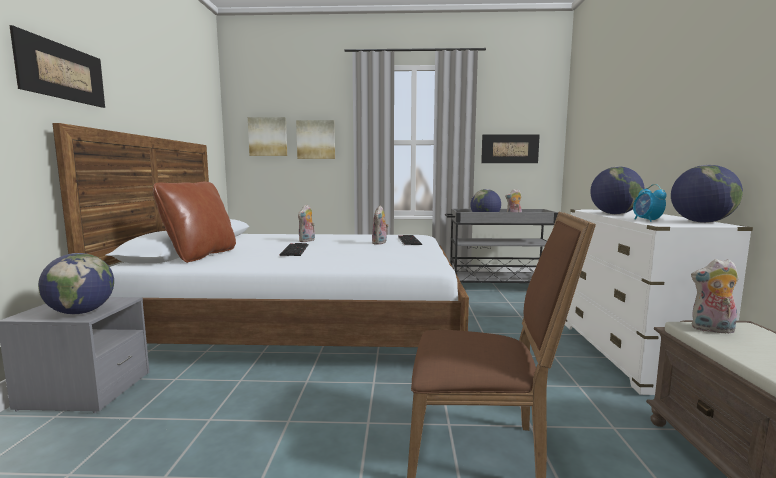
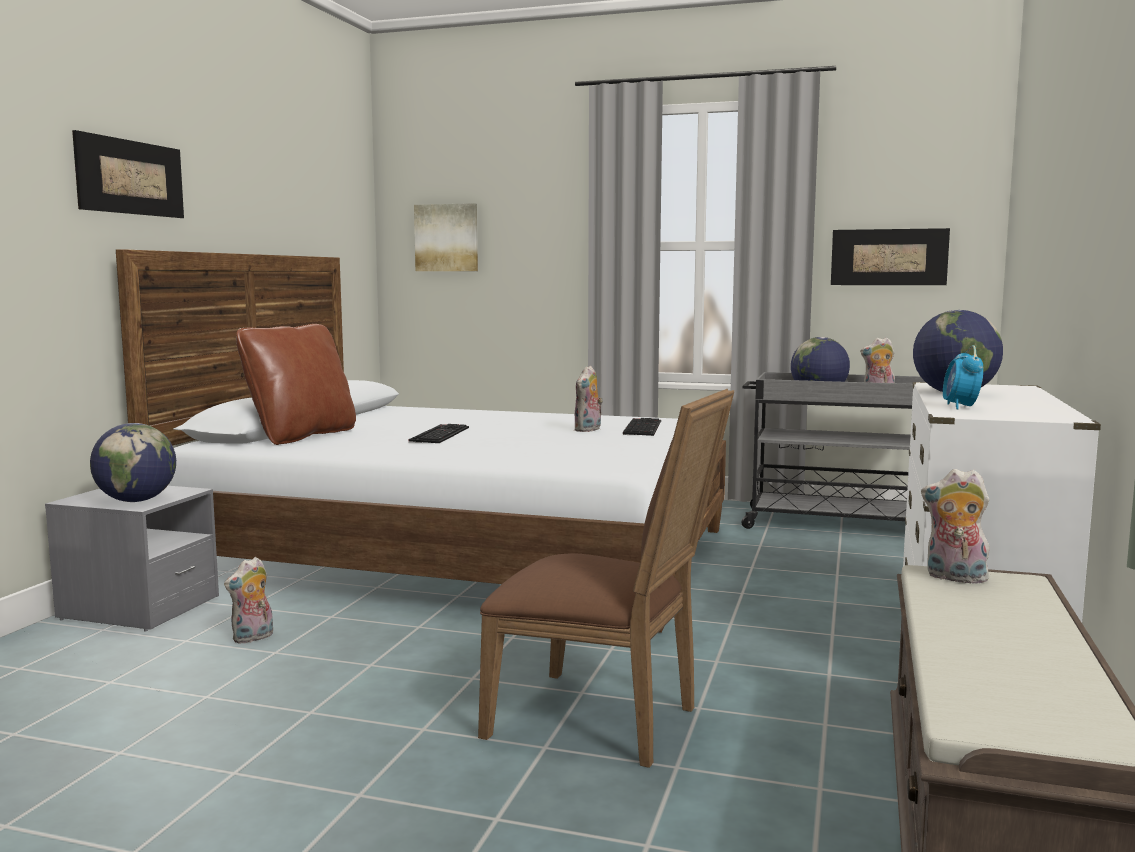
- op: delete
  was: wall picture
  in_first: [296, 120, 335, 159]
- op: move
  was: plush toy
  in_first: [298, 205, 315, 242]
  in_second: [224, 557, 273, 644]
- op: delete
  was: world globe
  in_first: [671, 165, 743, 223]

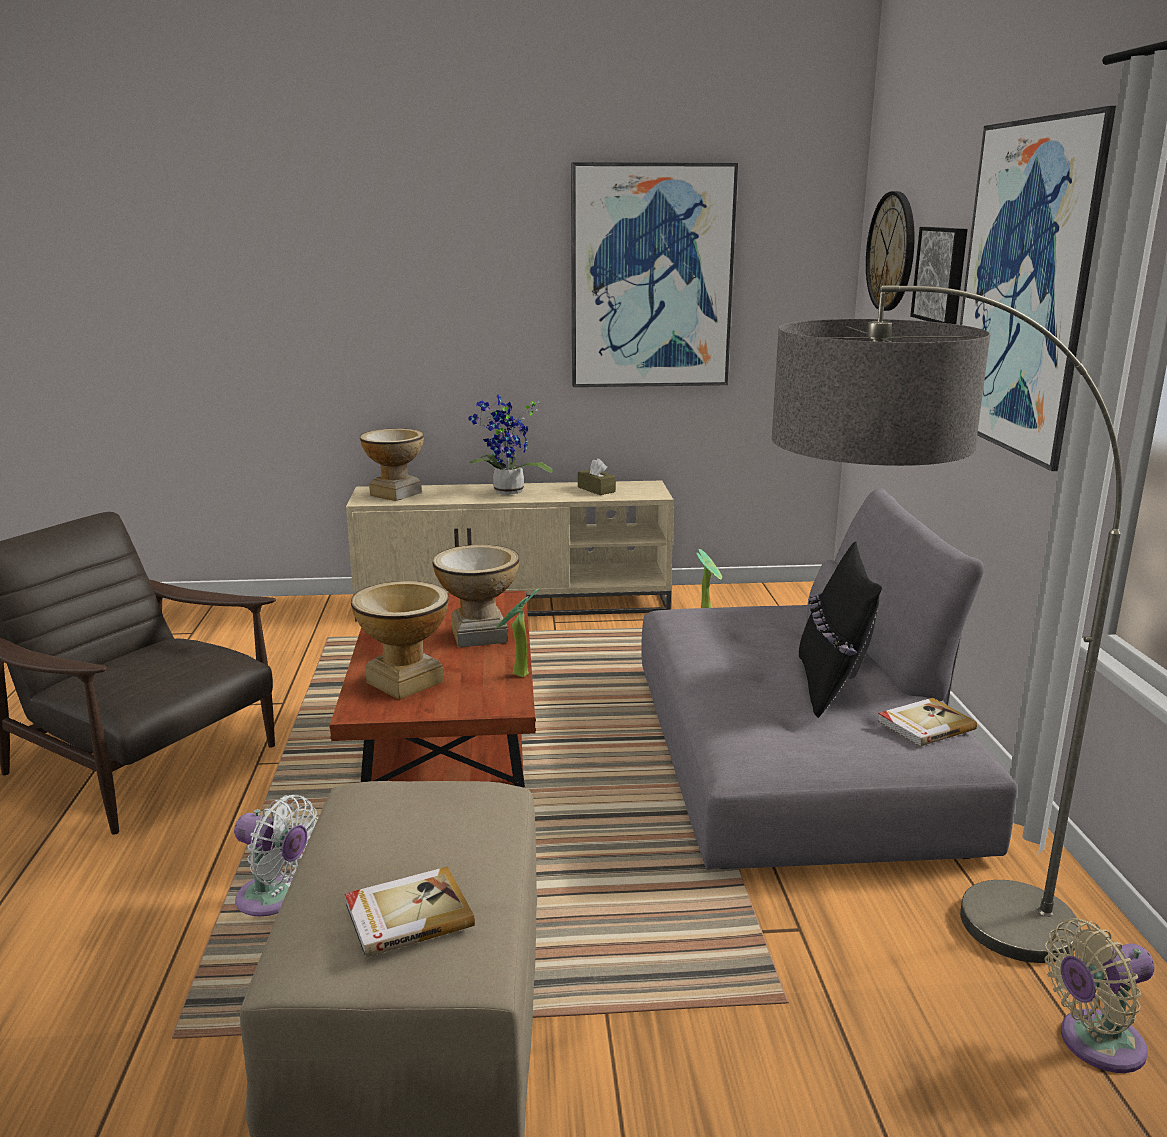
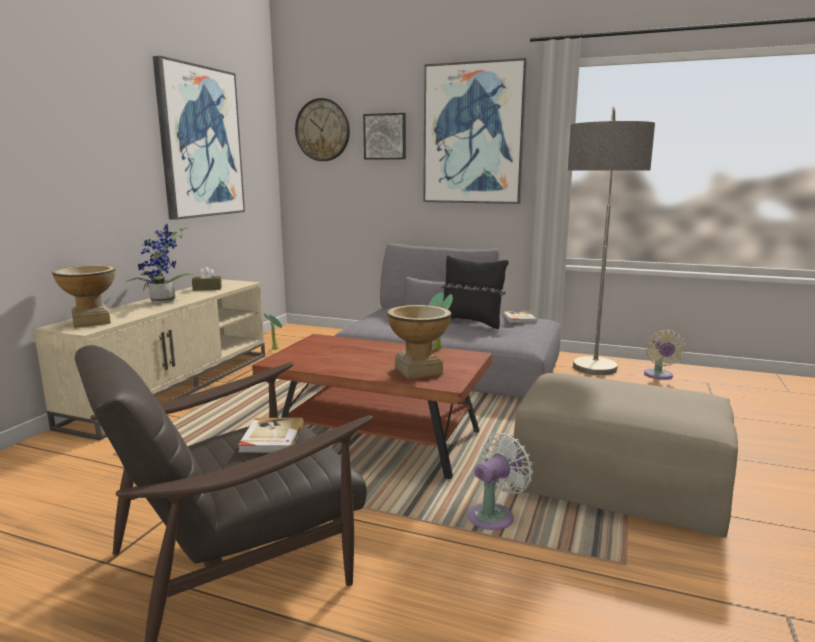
- op: move
  was: volume
  in_first: [345, 866, 475, 957]
  in_second: [238, 418, 304, 453]
- op: delete
  was: flower vase
  in_first: [433, 545, 519, 648]

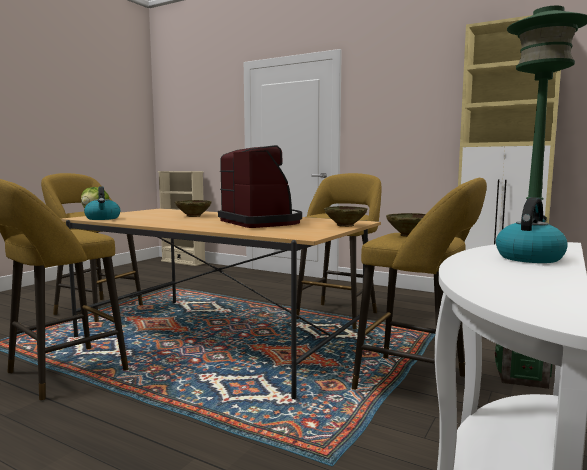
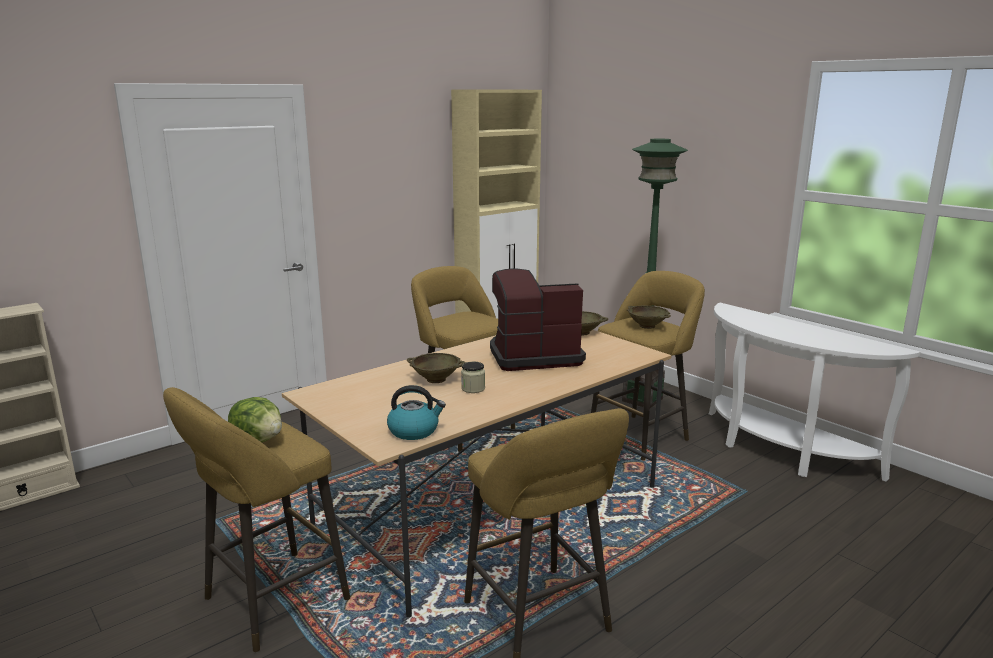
- op: delete
  was: kettle
  in_first: [496, 197, 568, 263]
- op: insert
  now: preserve jar
  in_second: [461, 362, 485, 393]

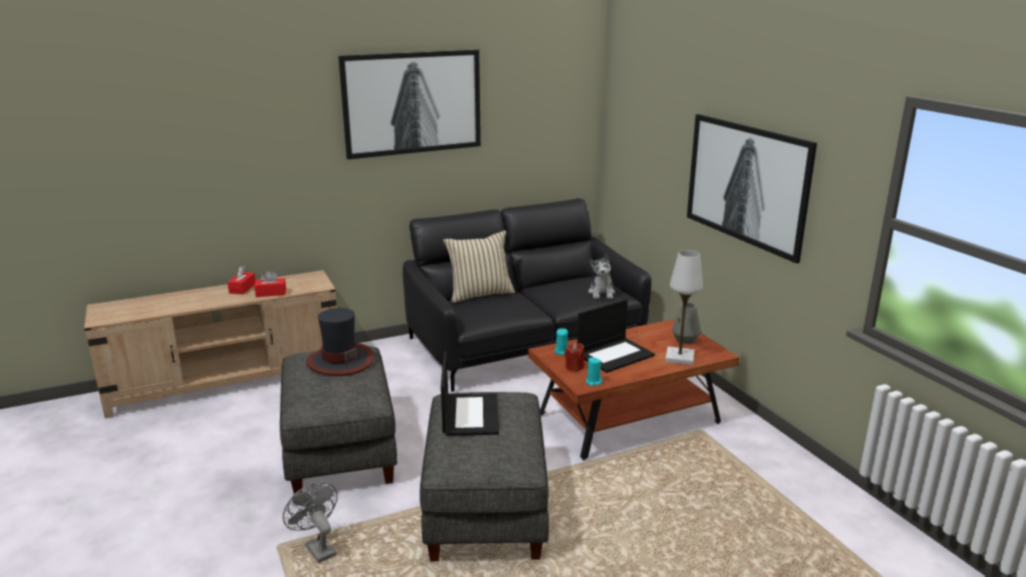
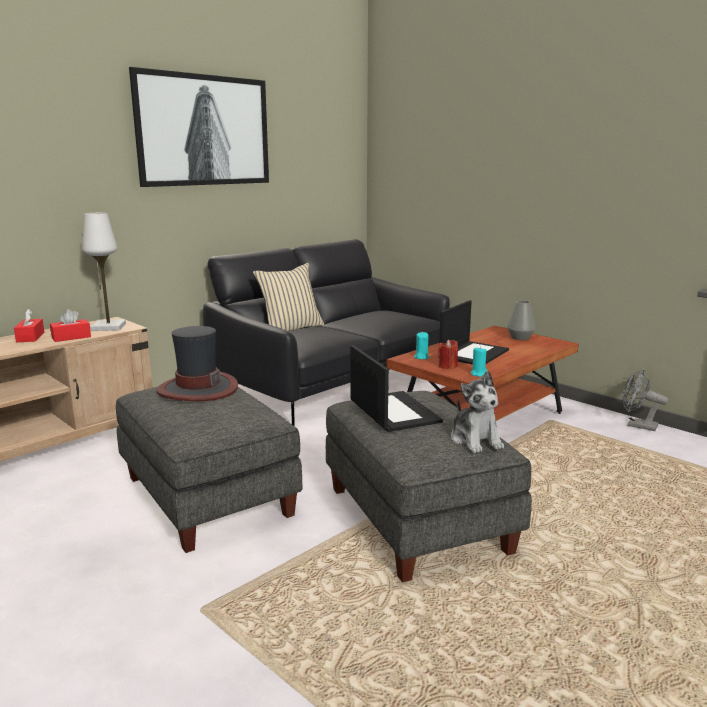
- op: move
  was: greyish fan
  in_first: [283, 483, 338, 563]
  in_second: [622, 369, 668, 431]
- op: move
  was: plush toy
  in_first: [588, 254, 615, 299]
  in_second: [451, 371, 504, 453]
- op: move
  was: white-coloured tabletop lamp
  in_first: [665, 250, 703, 365]
  in_second: [82, 213, 126, 331]
- op: delete
  was: wall picture
  in_first: [687, 114, 817, 264]

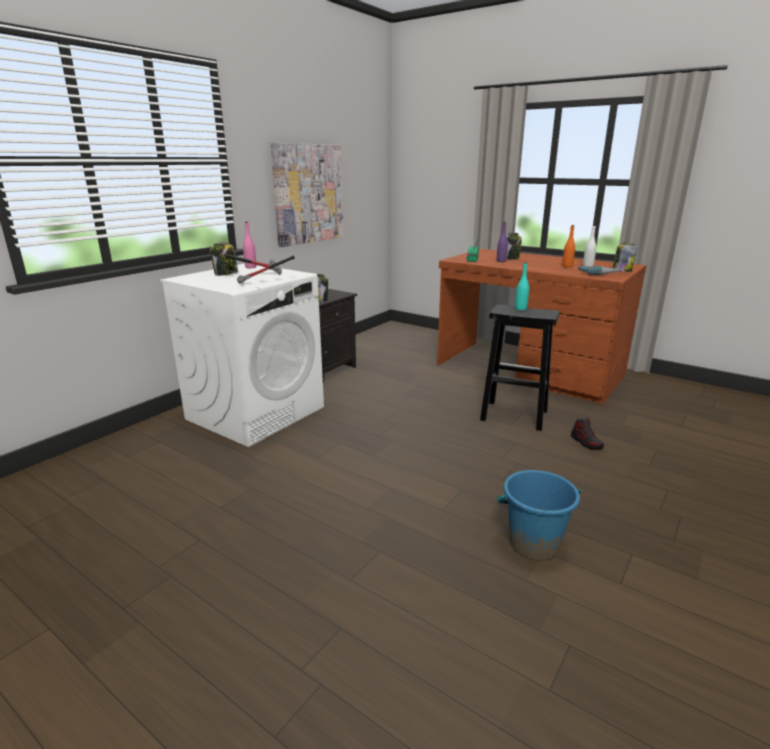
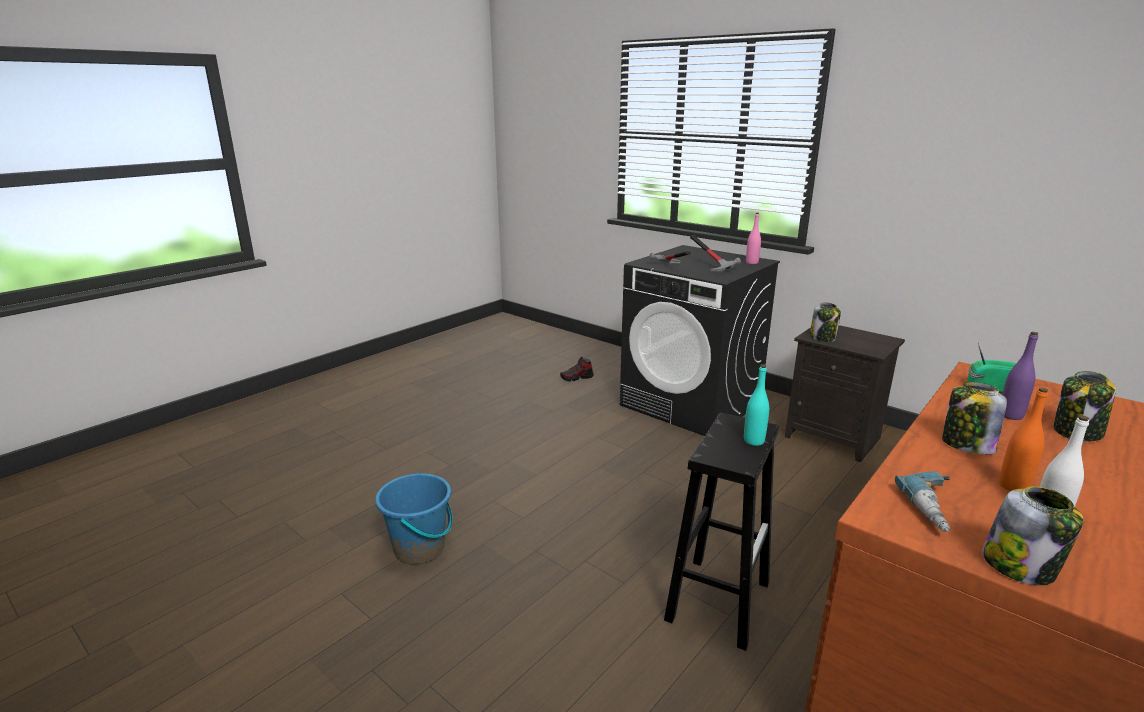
- op: recolor
  was: white-coloured laundry machine
  now: black-coloured laundry machine
  in_first: [160, 264, 324, 447]
  in_second: [620, 245, 780, 436]
- op: move
  was: preserve jar
  in_first: [210, 242, 238, 276]
  in_second: [942, 382, 1007, 454]
- op: delete
  was: wall picture
  in_first: [271, 143, 343, 247]
- op: move
  was: item of footwear
  in_first: [571, 418, 604, 450]
  in_second: [560, 357, 594, 381]

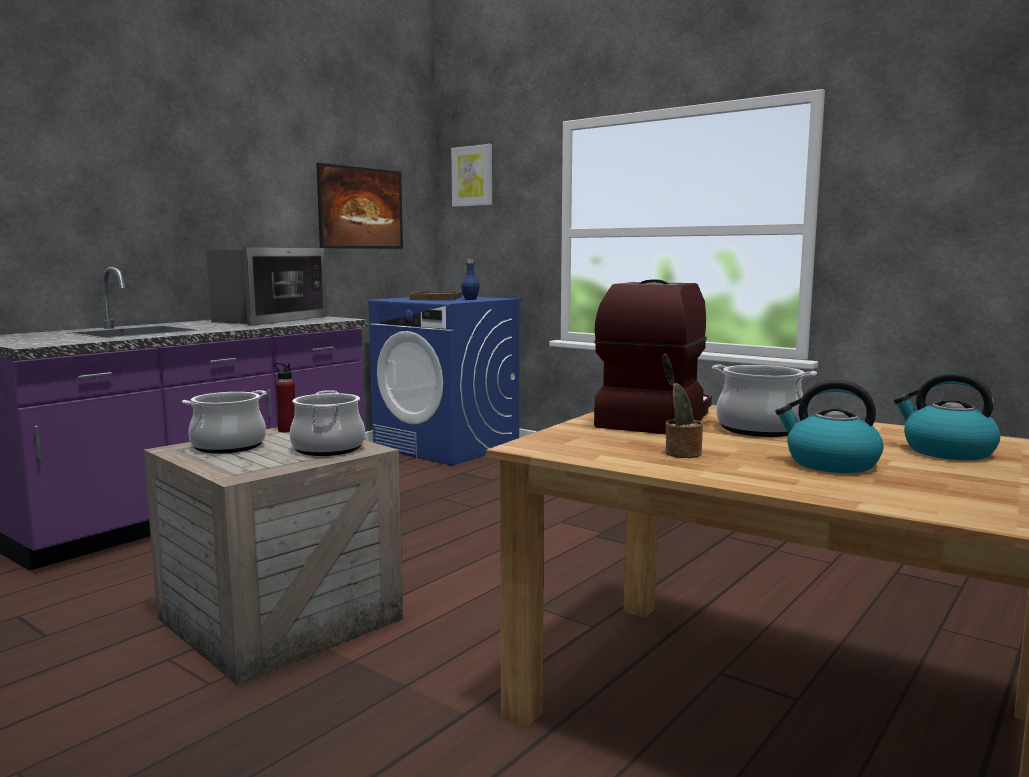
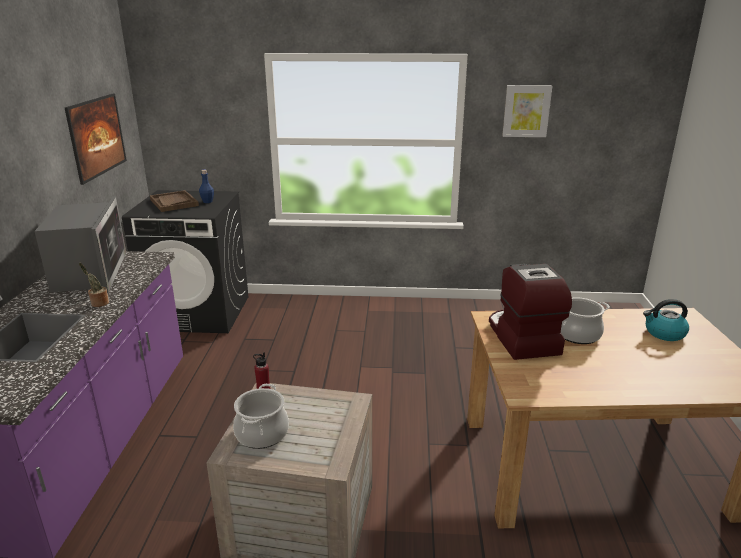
- op: delete
  was: saucepot
  in_first: [289, 390, 365, 456]
- op: recolor
  was: blue laundry machine
  now: black-coloured laundry machine
  in_first: [369, 296, 522, 466]
  in_second: [122, 190, 248, 333]
- op: move
  was: wall picture
  in_first: [451, 144, 492, 207]
  in_second: [502, 85, 552, 137]
- op: move
  was: houseplant
  in_first: [662, 354, 703, 458]
  in_second: [79, 263, 109, 307]
- op: delete
  was: kettle
  in_first: [775, 380, 884, 473]

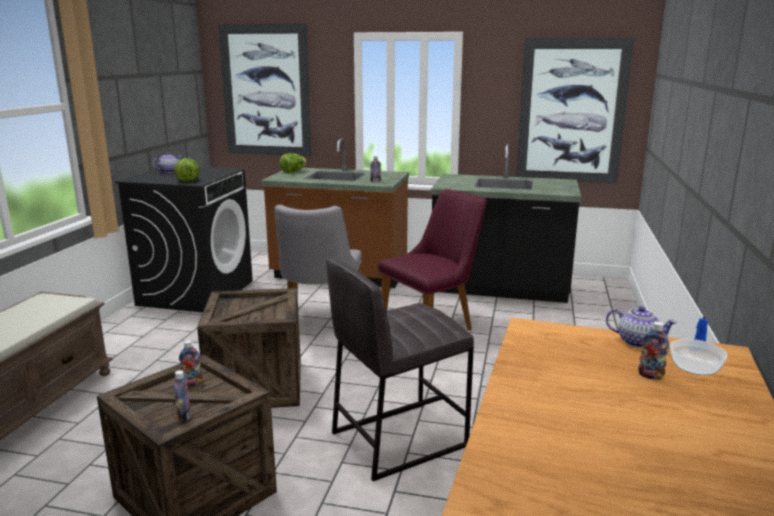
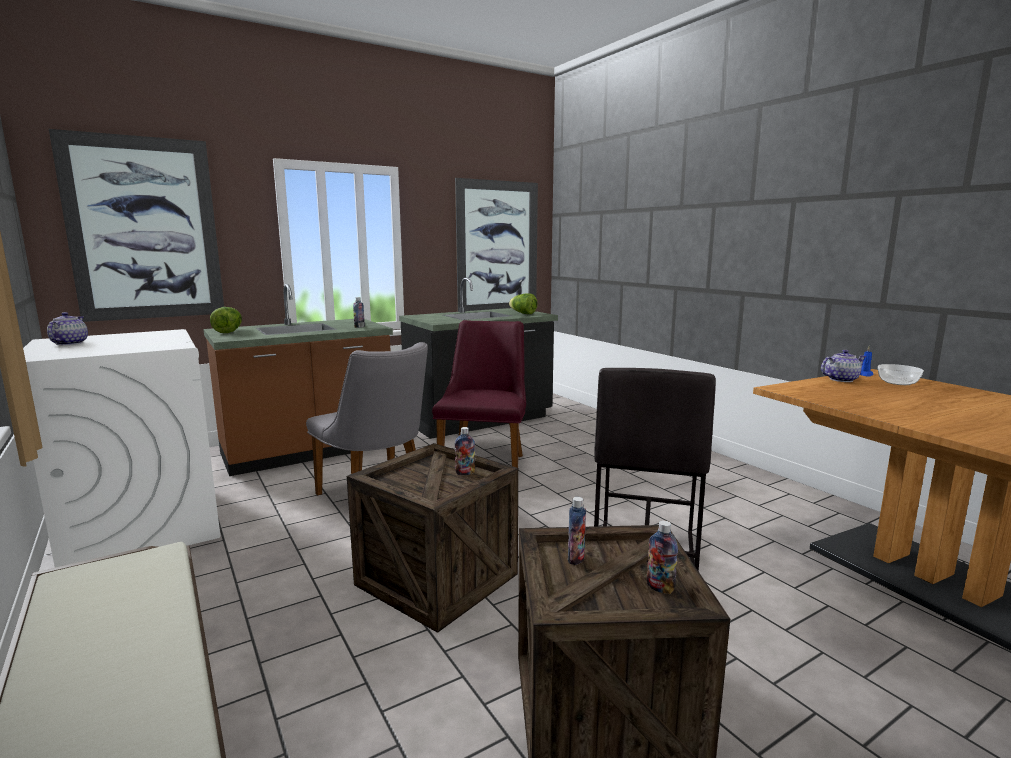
- op: recolor
  was: black-coloured laundry machine
  now: white-coloured laundry machine
  in_first: [115, 167, 253, 313]
  in_second: [23, 329, 220, 568]
- op: move
  was: lettuce head
  in_first: [174, 158, 199, 182]
  in_second: [509, 293, 537, 314]
- op: move
  was: beverage bottle
  in_first: [638, 322, 669, 380]
  in_second: [455, 427, 475, 475]

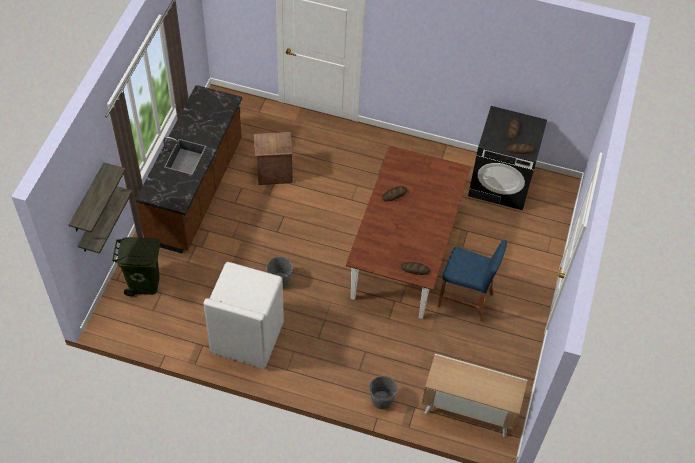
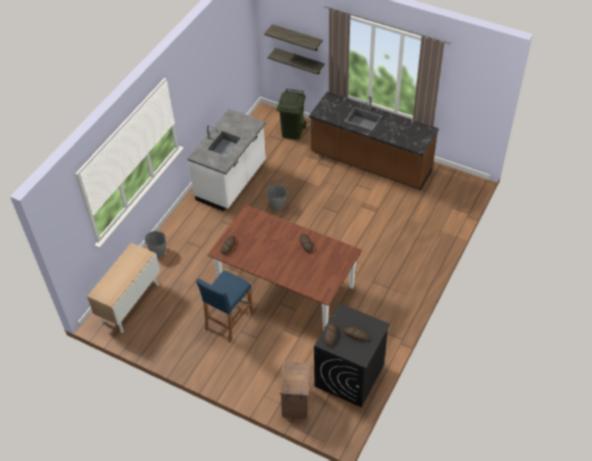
- op: replace
  was: white-coloured laundry machine
  now: white-coloured kitchen base unit
  in_first: [203, 262, 284, 369]
  in_second: [187, 109, 266, 211]
- op: move
  was: crate
  in_first: [254, 132, 293, 185]
  in_second: [279, 361, 311, 419]

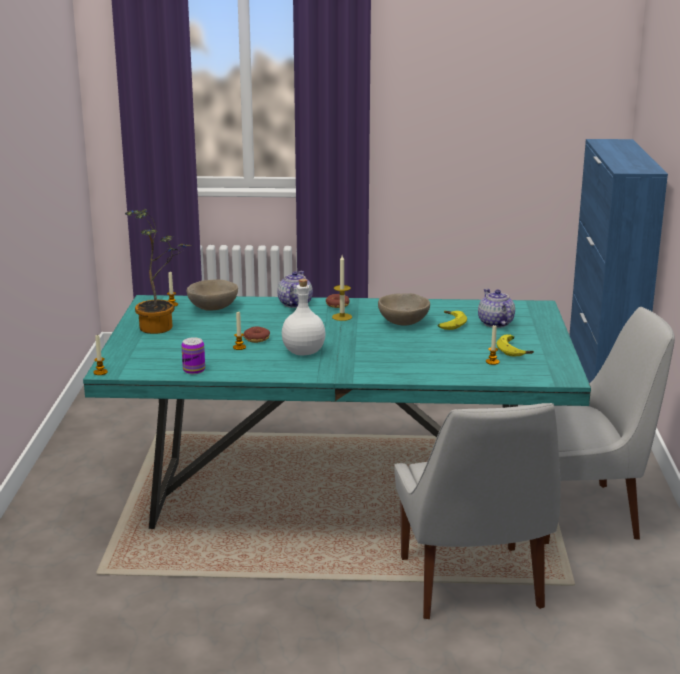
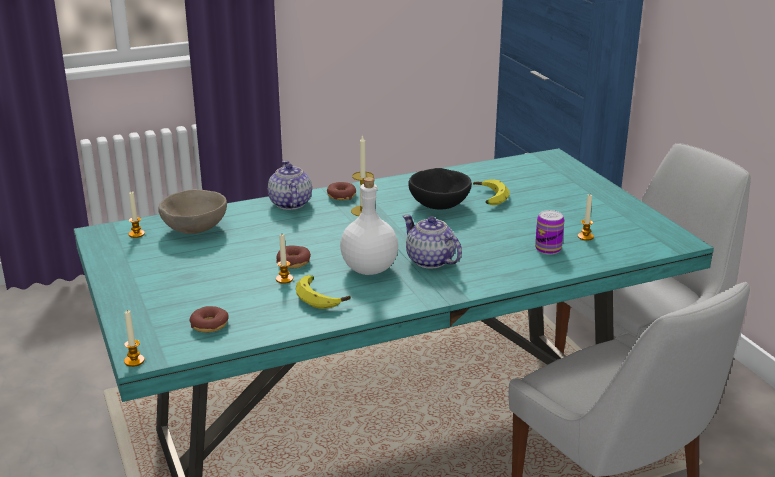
- op: delete
  was: houseplant
  in_first: [125, 209, 192, 334]
- op: move
  was: metal can
  in_first: [181, 337, 205, 374]
  in_second: [535, 210, 564, 255]
- op: recolor
  was: beige-coloured serving bowl
  now: black-coloured serving bowl
  in_first: [378, 293, 430, 326]
  in_second: [408, 168, 472, 210]
- op: move
  was: pot for tea
  in_first: [478, 289, 515, 328]
  in_second: [403, 215, 462, 269]
- op: move
  was: banana
  in_first: [497, 334, 534, 356]
  in_second: [296, 275, 351, 309]
- op: insert
  now: ring doughnut
  in_second: [190, 306, 229, 333]

